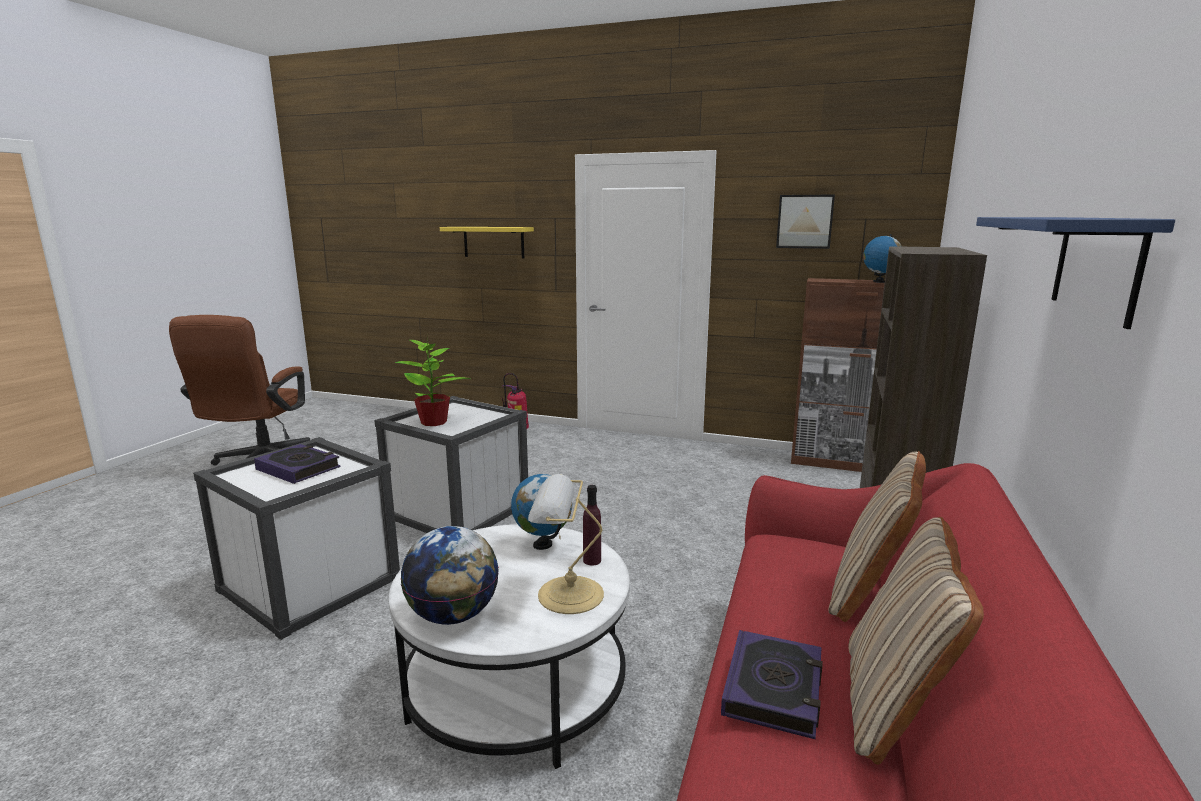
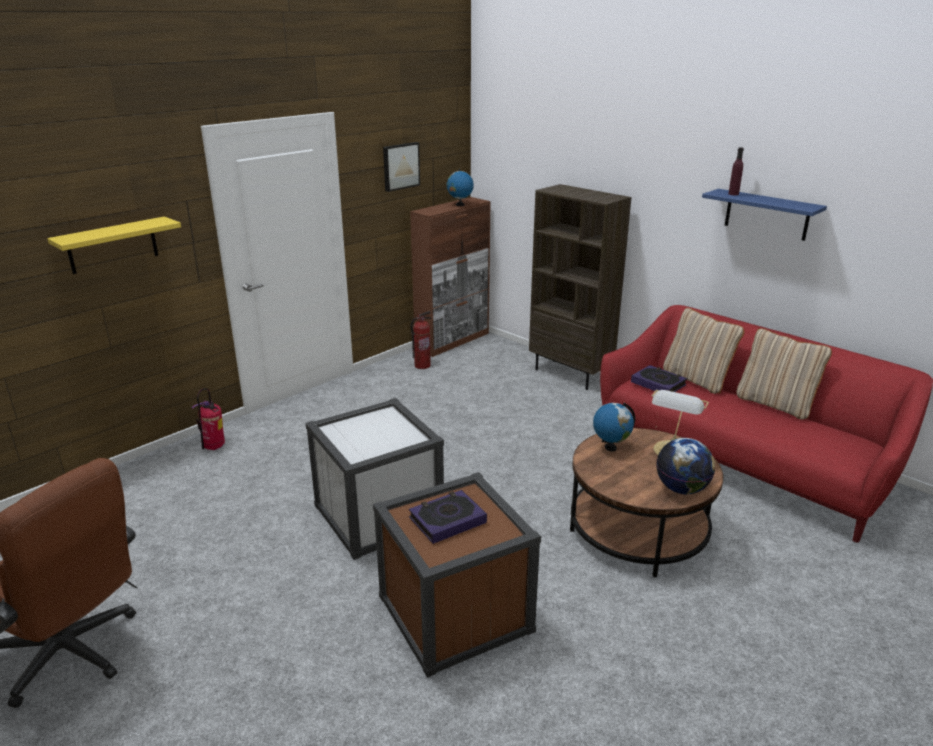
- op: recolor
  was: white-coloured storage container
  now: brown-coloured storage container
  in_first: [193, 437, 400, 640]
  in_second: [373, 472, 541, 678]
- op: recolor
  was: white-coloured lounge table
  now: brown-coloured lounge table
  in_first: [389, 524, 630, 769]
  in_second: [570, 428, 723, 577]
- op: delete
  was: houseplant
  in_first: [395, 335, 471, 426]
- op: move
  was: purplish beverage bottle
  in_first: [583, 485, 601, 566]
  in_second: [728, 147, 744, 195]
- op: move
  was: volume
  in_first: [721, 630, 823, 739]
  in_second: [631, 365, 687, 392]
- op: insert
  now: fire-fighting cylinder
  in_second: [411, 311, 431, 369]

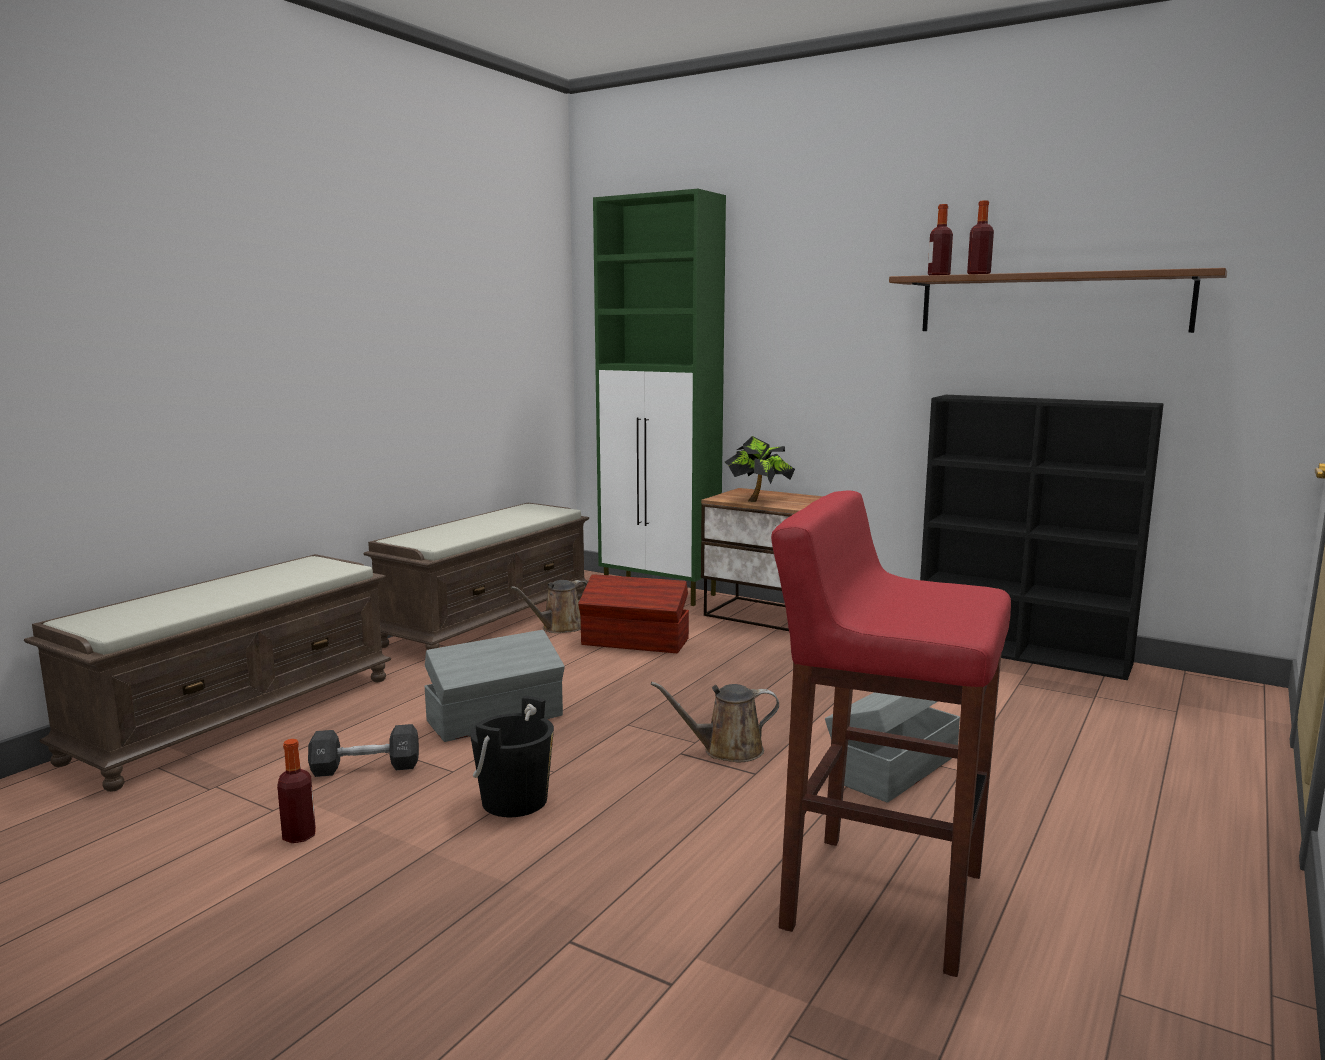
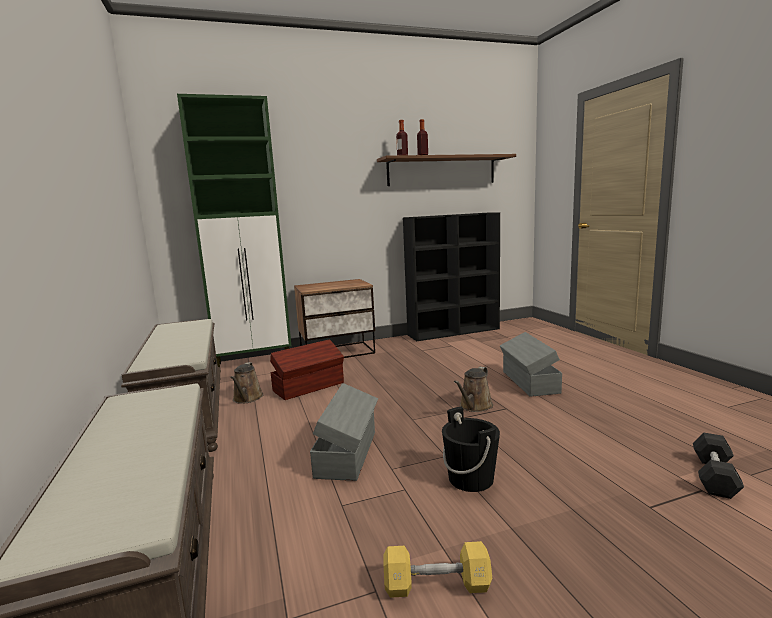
- op: replace
  was: beverage bottle
  now: yellow-coloured dumbbell
  in_first: [277, 739, 316, 843]
  in_second: [383, 541, 492, 598]
- op: move
  was: black-coloured dumbbell
  in_first: [308, 724, 419, 777]
  in_second: [693, 433, 744, 499]
- op: delete
  was: houseplant
  in_first: [725, 436, 795, 502]
- op: delete
  was: reddish stool
  in_first: [771, 491, 1011, 977]

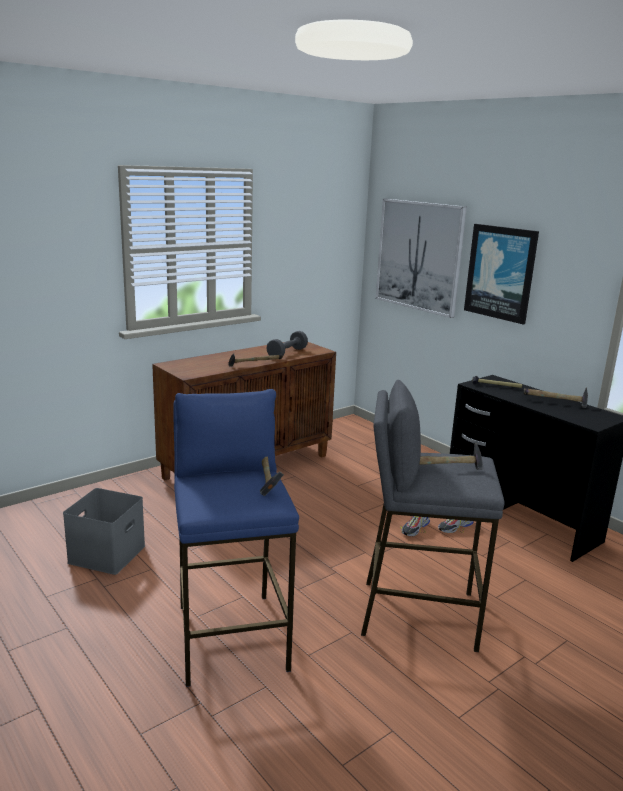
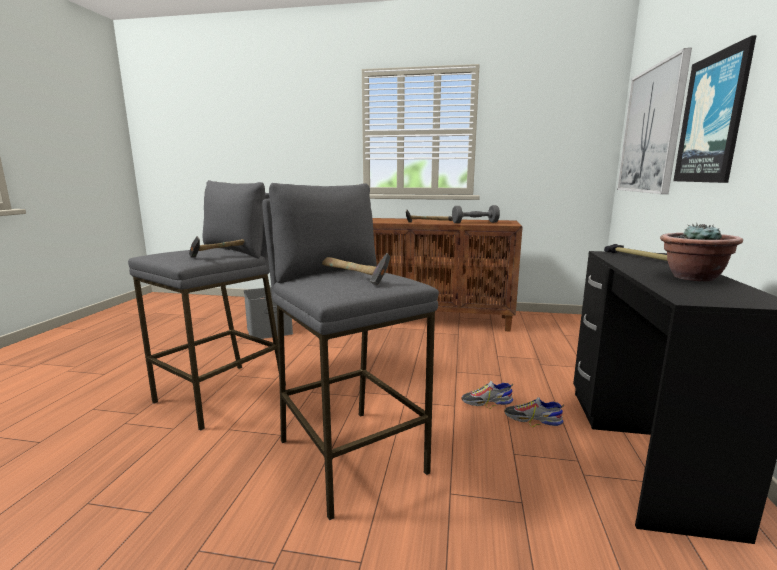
- op: recolor
  was: blue stool
  now: greyish stool
  in_first: [174, 389, 299, 687]
  in_second: [128, 180, 286, 431]
- op: replace
  was: hand hammer
  now: houseplant
  in_first: [523, 388, 588, 408]
  in_second: [660, 223, 743, 281]

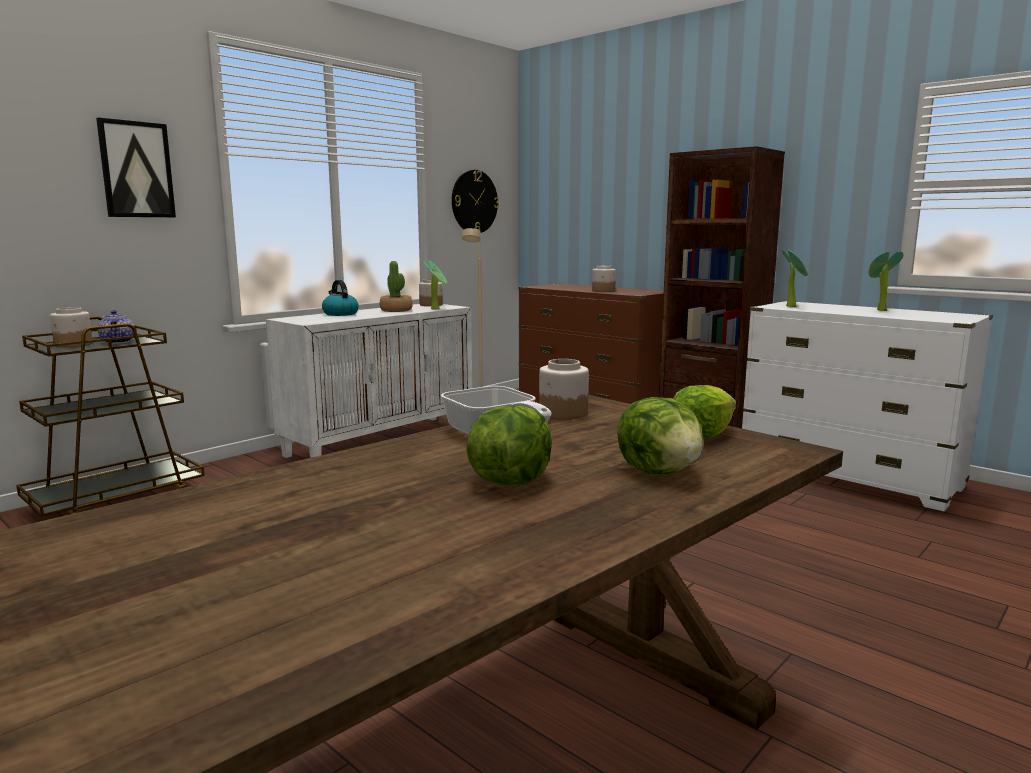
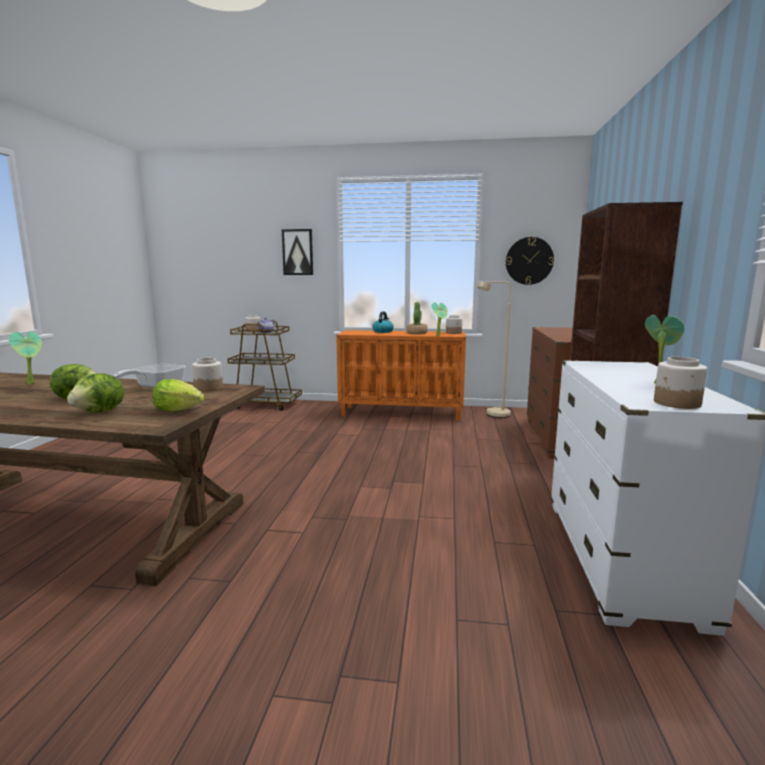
- op: recolor
  was: white-coloured storage cabinet
  now: orange-coloured storage cabinet
  in_first: [266, 304, 472, 458]
  in_second: [336, 330, 466, 421]
- op: move
  was: preserve jar
  in_first: [592, 265, 616, 292]
  in_second: [654, 357, 707, 409]
- op: move
  was: houseplant
  in_first: [782, 250, 808, 307]
  in_second: [9, 331, 42, 385]

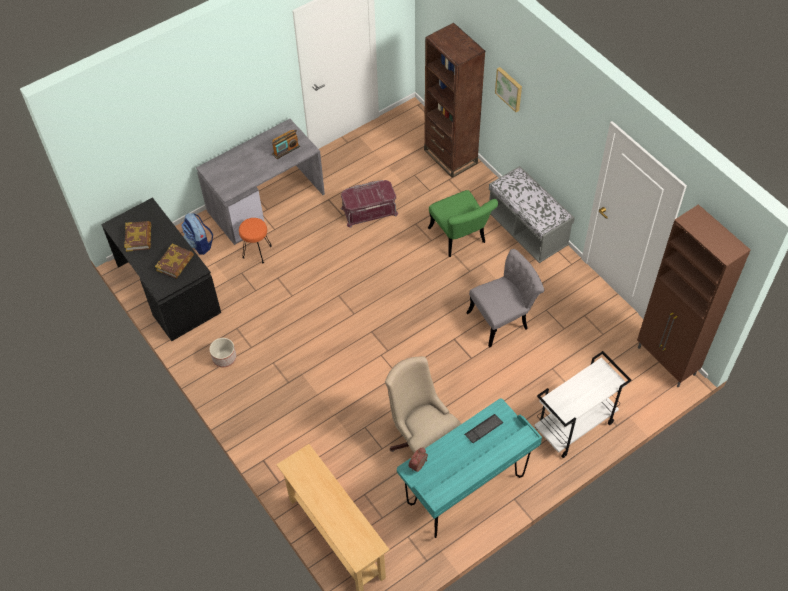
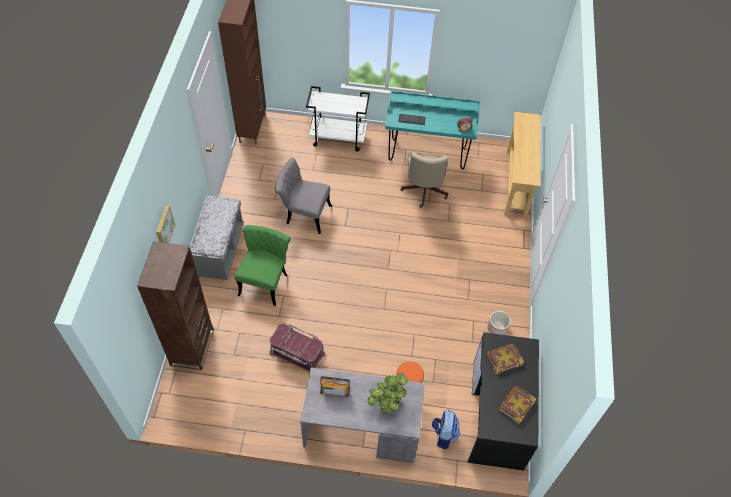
- op: insert
  now: houseplant
  in_second: [368, 373, 408, 413]

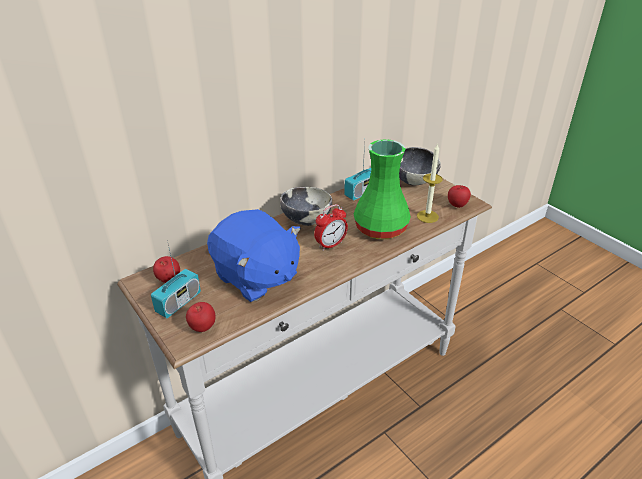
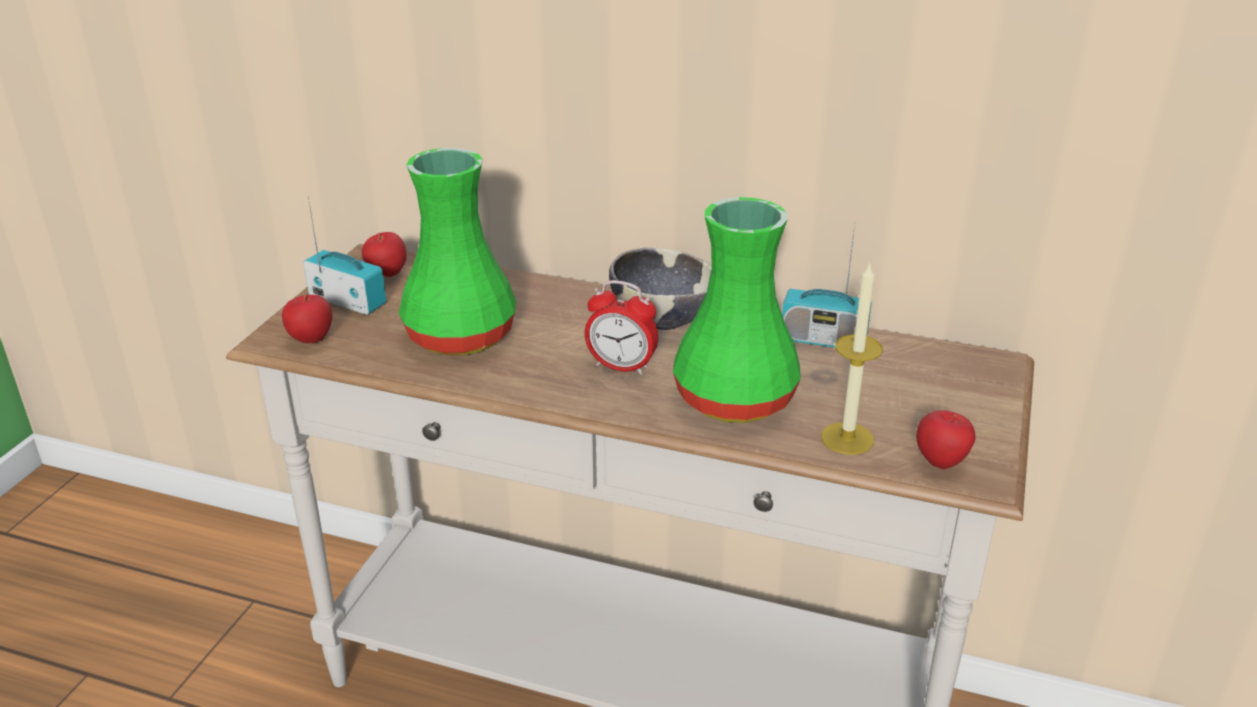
- op: rotate
  was: radio
  in_first: [151, 240, 201, 318]
  in_second: [303, 197, 386, 315]
  clockwise: -150
- op: replace
  was: blue plush toy
  now: greenish flower vase
  in_first: [207, 209, 301, 302]
  in_second: [399, 148, 517, 356]
- op: delete
  was: serving bowl
  in_first: [399, 147, 441, 186]

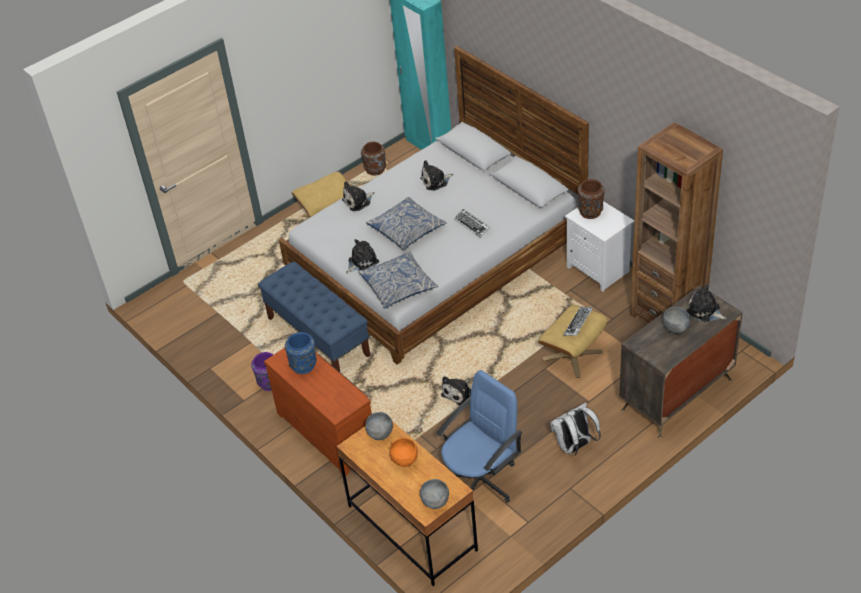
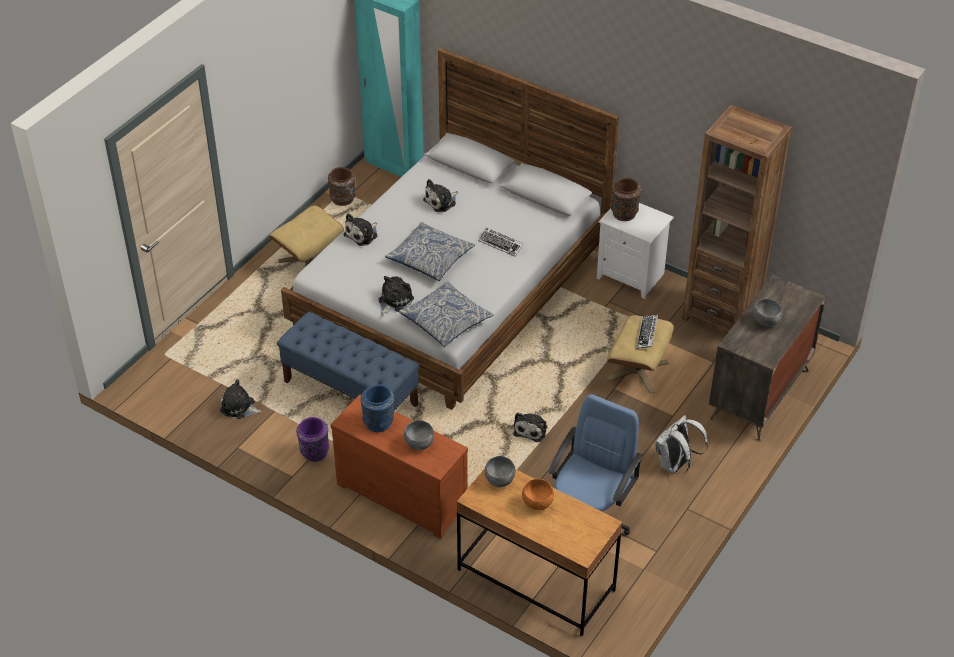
- op: move
  was: greyish serving bowl
  in_first: [420, 479, 449, 509]
  in_second: [404, 420, 434, 450]
- op: move
  was: plush toy
  in_first: [686, 284, 727, 322]
  in_second: [220, 379, 262, 419]

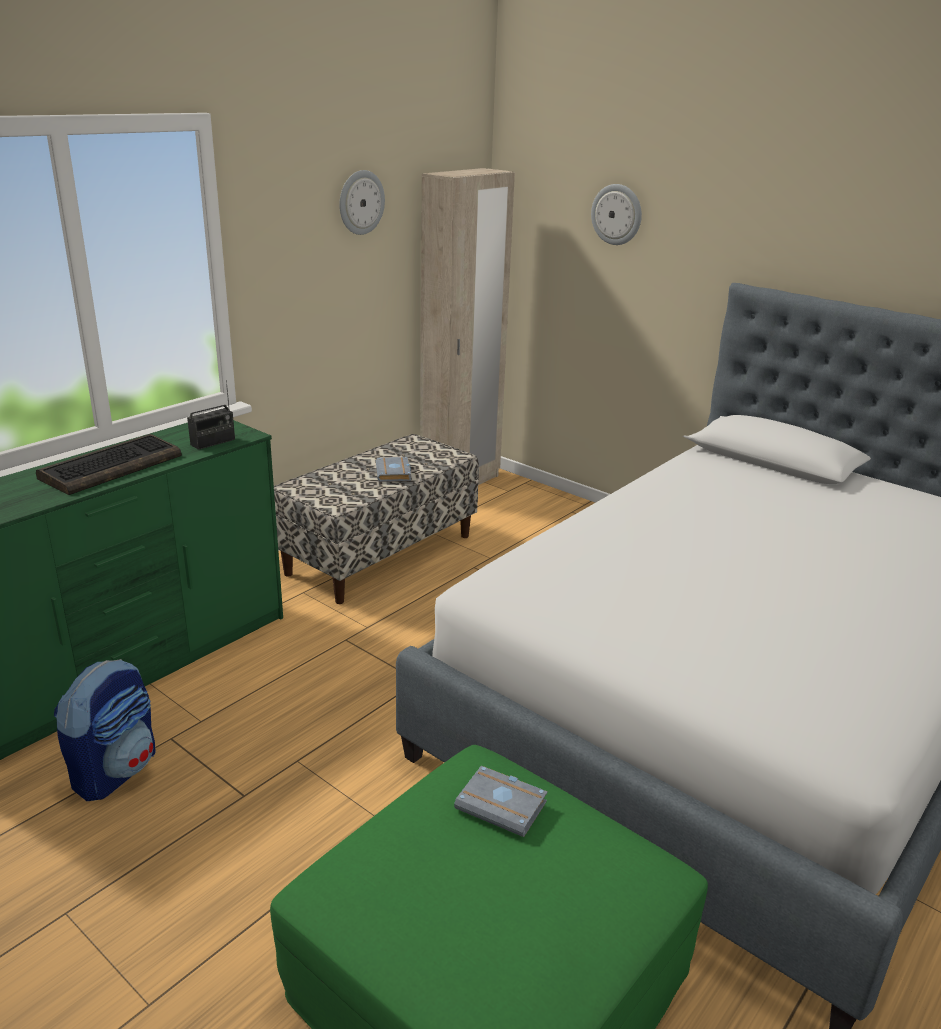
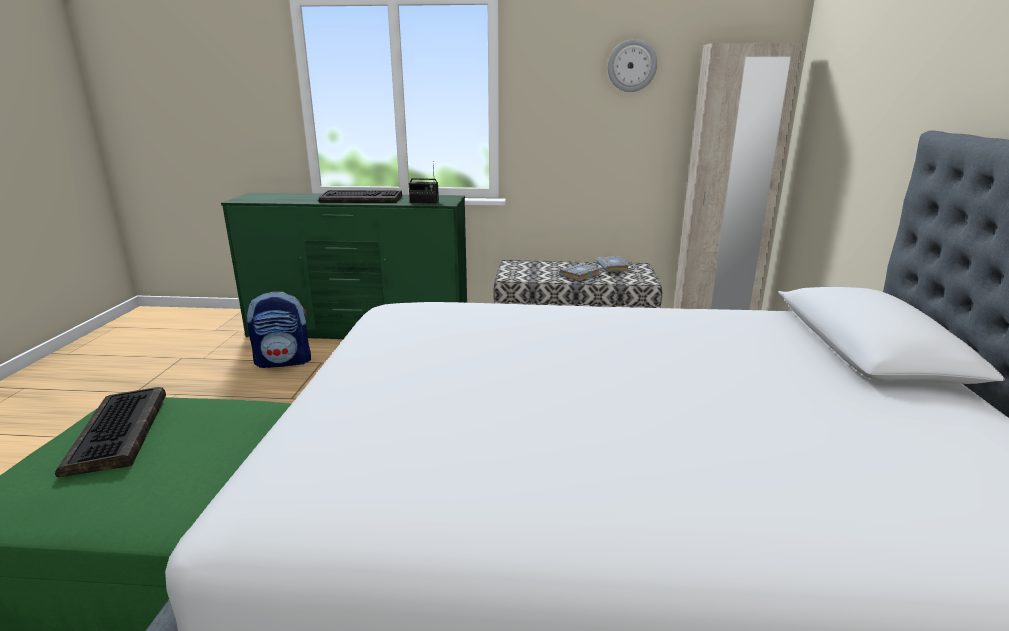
- op: move
  was: greyish volume
  in_first: [454, 765, 548, 837]
  in_second: [596, 256, 631, 272]
- op: delete
  was: wall clock
  in_first: [591, 184, 642, 245]
- op: insert
  now: PC keyboard
  in_second: [55, 387, 166, 477]

